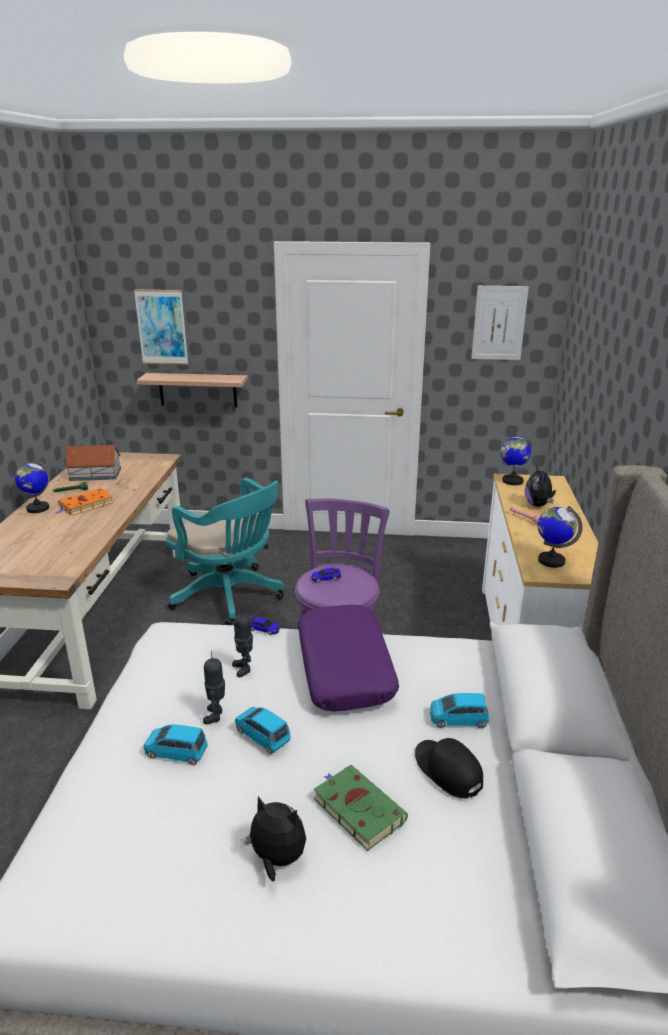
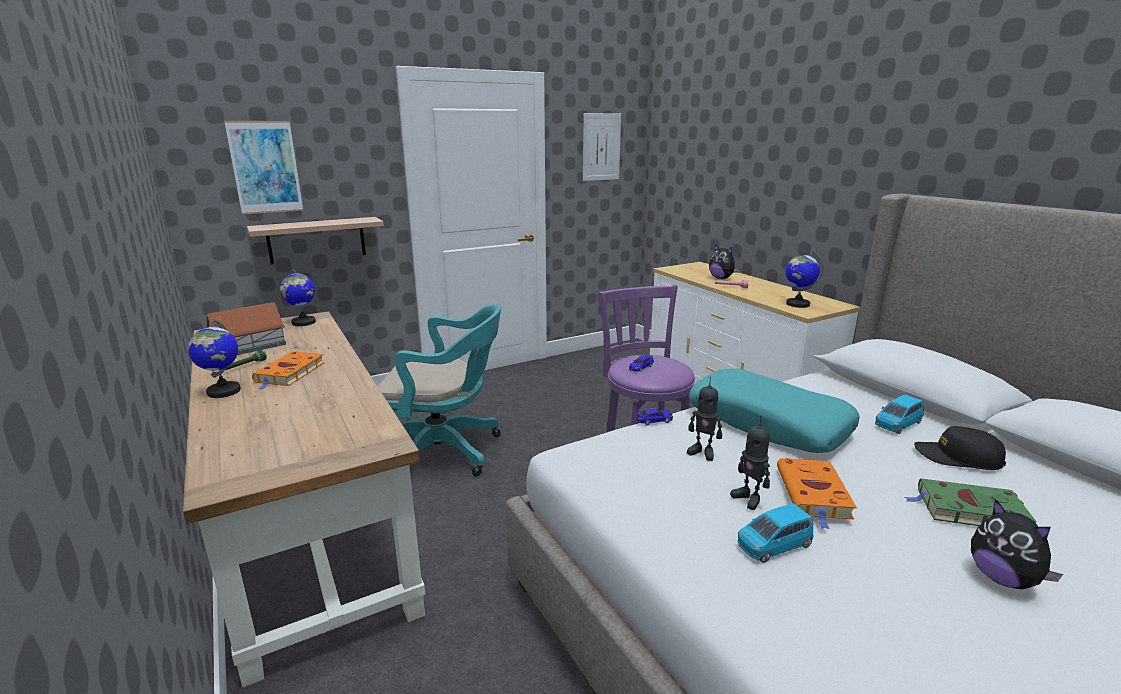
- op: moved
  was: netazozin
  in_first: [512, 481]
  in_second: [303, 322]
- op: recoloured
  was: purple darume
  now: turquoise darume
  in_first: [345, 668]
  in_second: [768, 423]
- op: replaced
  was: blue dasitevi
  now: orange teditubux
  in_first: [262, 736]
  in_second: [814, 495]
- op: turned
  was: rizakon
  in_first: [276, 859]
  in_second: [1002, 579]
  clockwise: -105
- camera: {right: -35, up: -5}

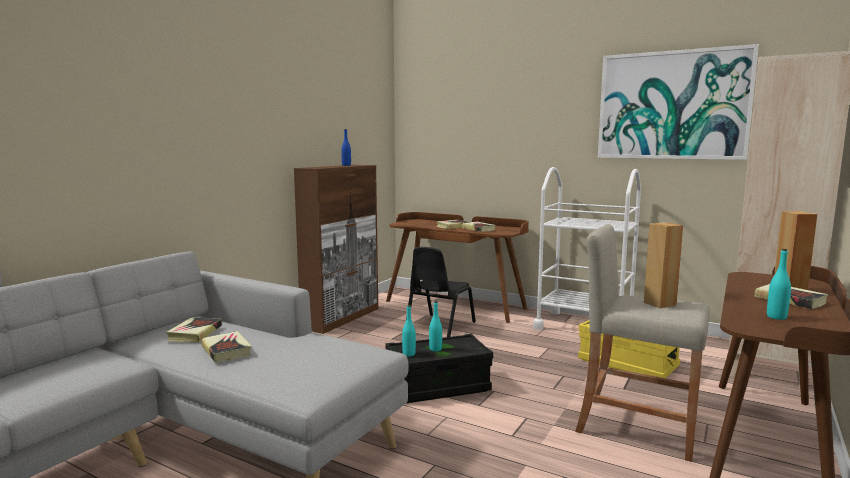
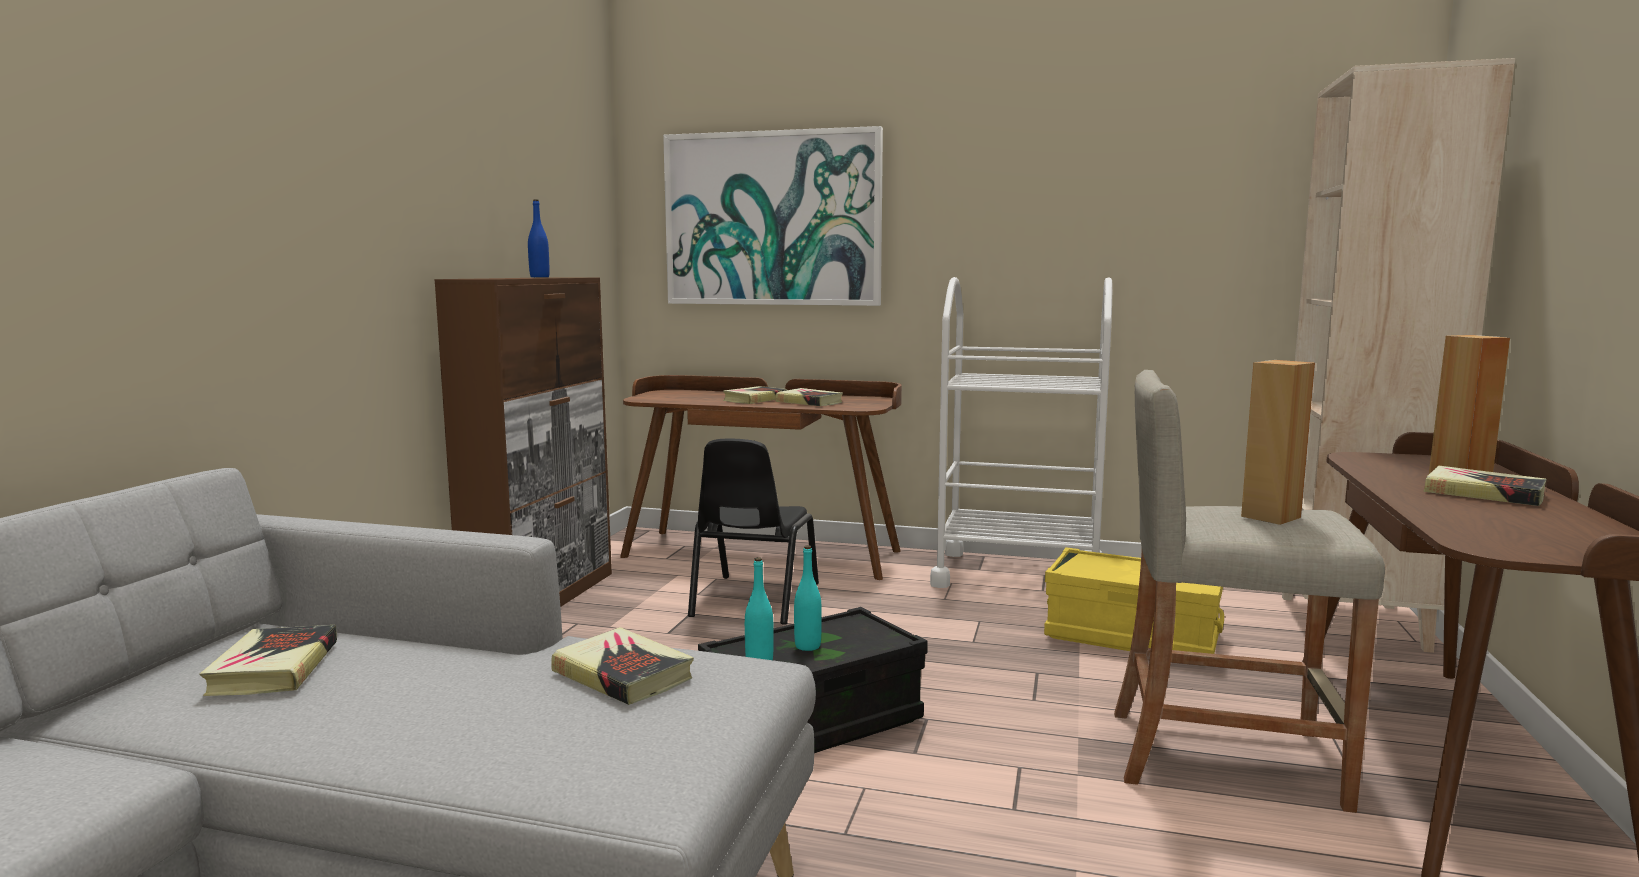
- op: moved
  was: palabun
  in_first: [672, 105]
  in_second: [772, 219]
- op: removed
  was: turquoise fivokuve
  in_first: [776, 317]
- op: moved
  was: teditubux
  in_first: [226, 351]
  in_second: [623, 675]
- camera: {right: -15, up: 0}

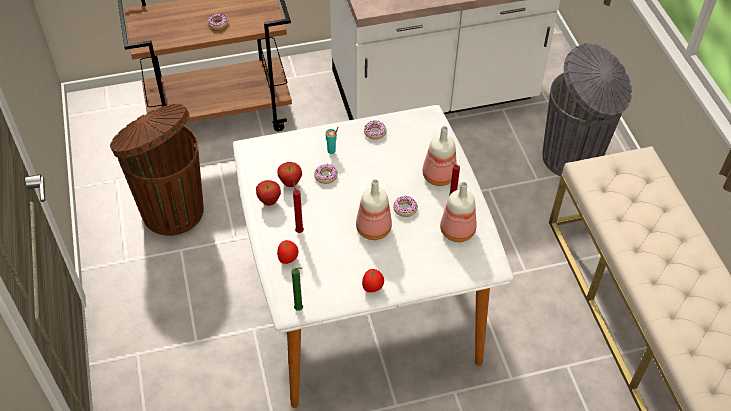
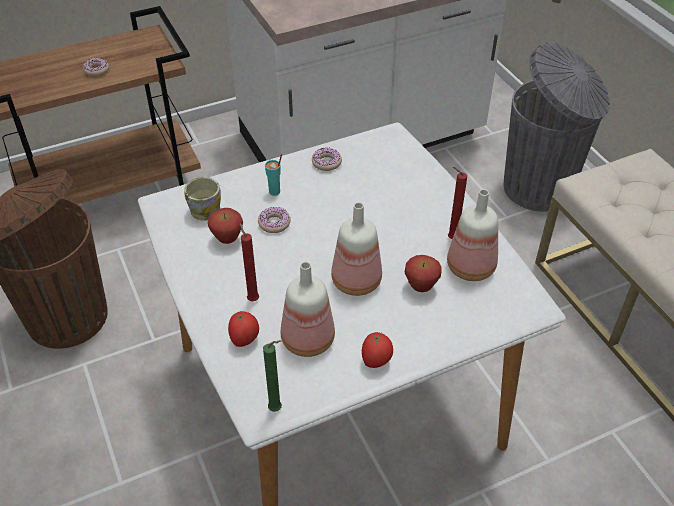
- op: moved
  was: fivokuve
  in_first: [437, 176]
  in_second: [306, 340]
- op: moved
  was: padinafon
  in_first: [269, 202]
  in_second: [421, 287]
- op: removed
  was: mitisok
  in_first: [405, 208]
- op: added
  now: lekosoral
  in_second: [203, 208]
- camera: {right: -10, up: -5}

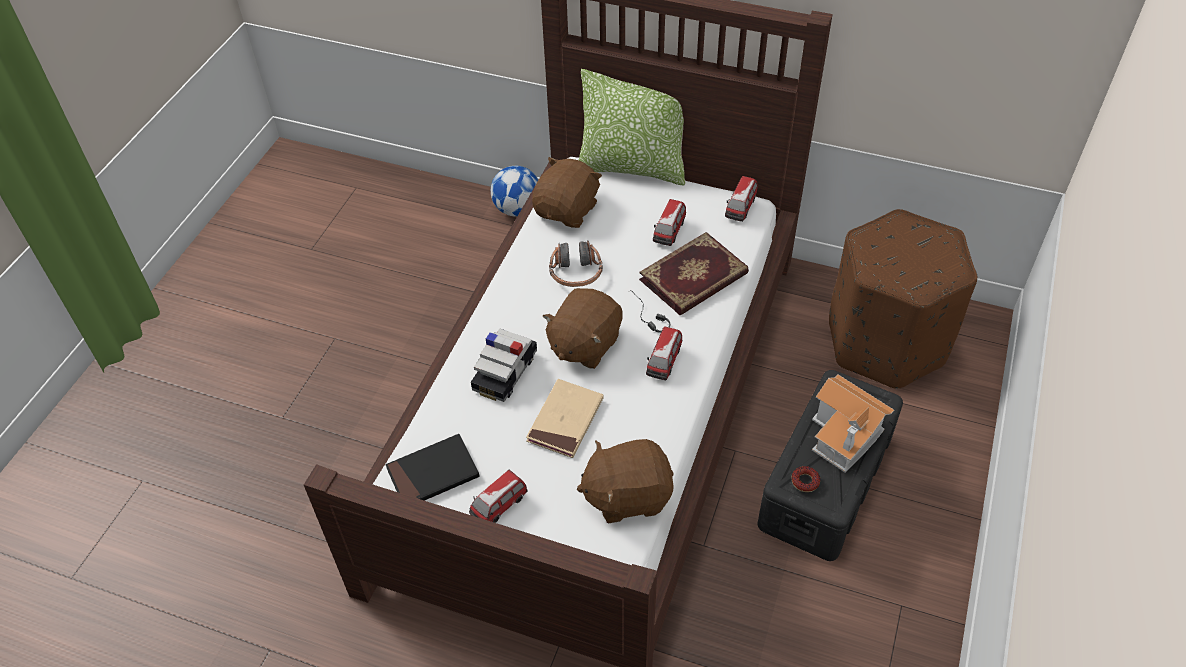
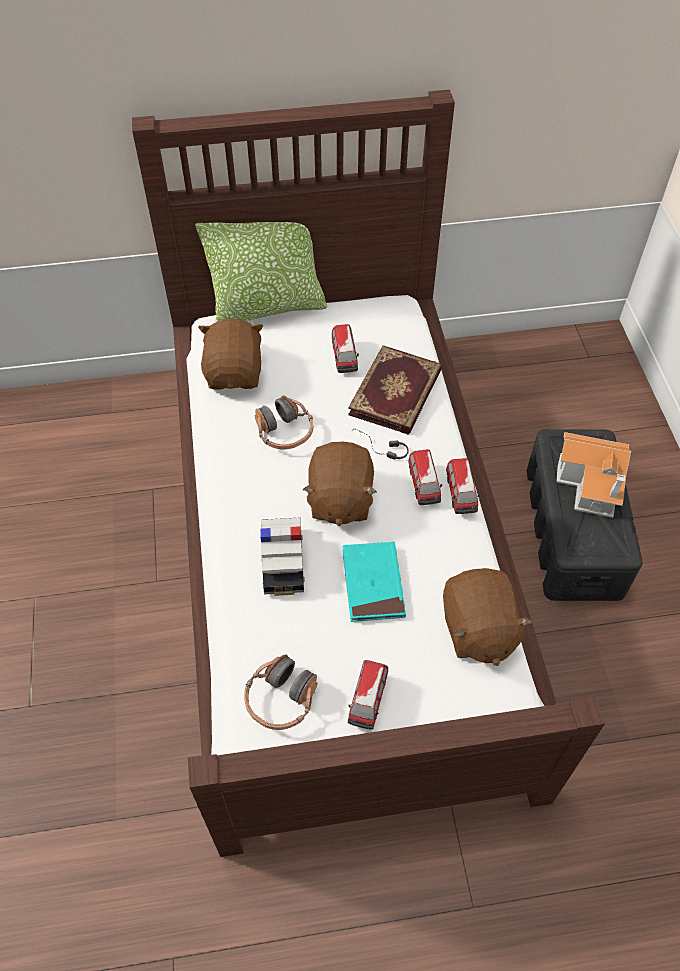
- op: removed
  was: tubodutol
  in_first: [517, 209]
- op: moved
  was: dasitevi
  in_first: [740, 208]
  in_second: [461, 494]
- op: removed
  was: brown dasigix
  in_first: [886, 342]
- op: recoloured
  was: beige teditubux
  now: turquoise teditubux
  in_first: [565, 421]
  in_second: [373, 583]
- op: replaced
  was: black teditubux
  now: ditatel
  in_first: [433, 474]
  in_second: [281, 699]
- op: turned
  was: brown rizakon
  in_first: [627, 495]
  in_second: [477, 629]
  clockwise: -60
- op: removed
  was: mitisok
  in_first: [805, 481]
- camera: {right: -30, up: 5}

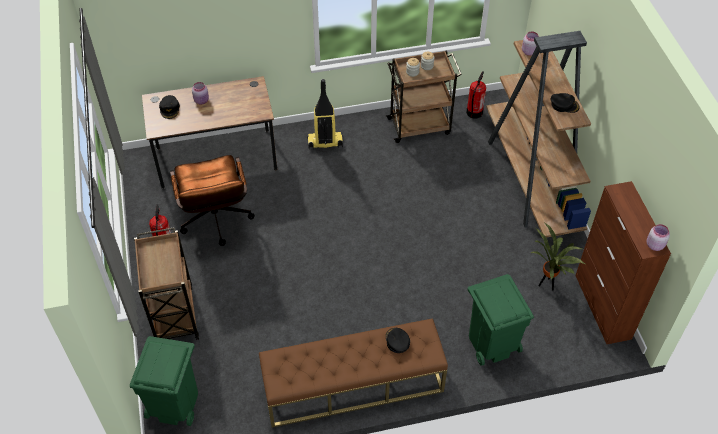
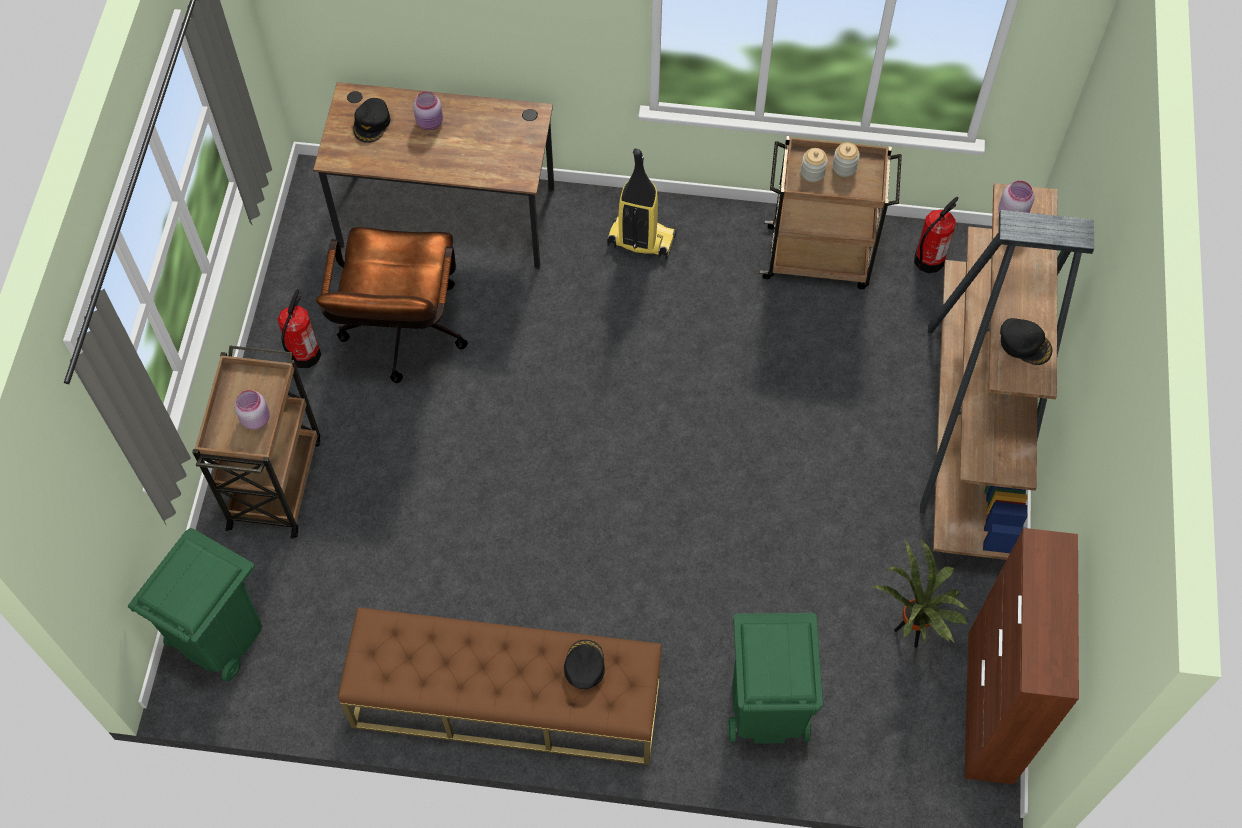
- op: moved
  was: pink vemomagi
  in_first: [654, 244]
  in_second: [256, 418]
- camera: {right: 20, up: 10}

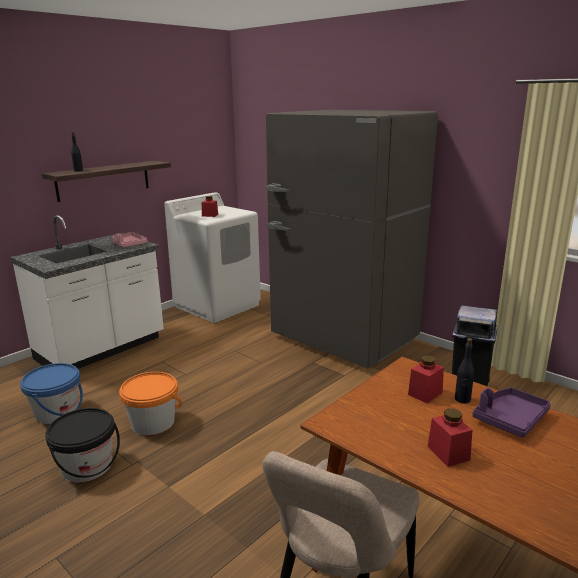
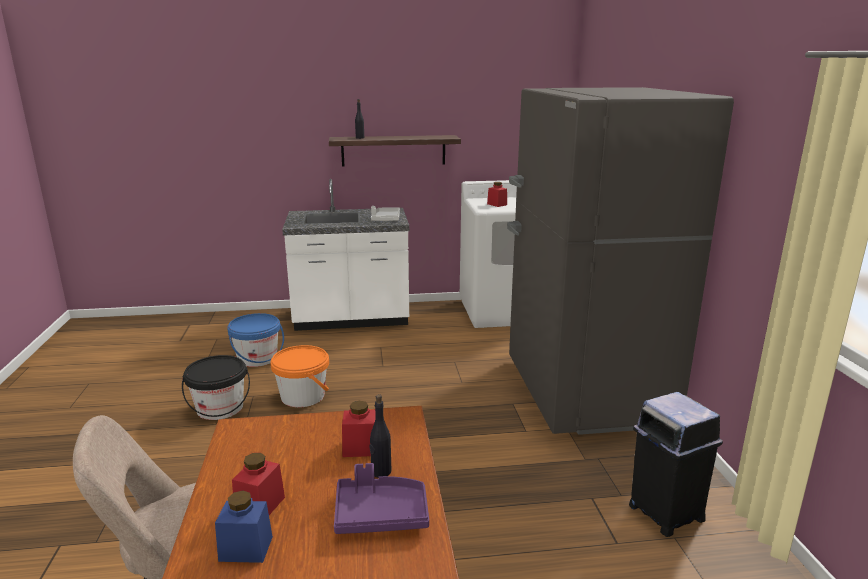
- op: recoloured
  was: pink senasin
  now: grey senasin
  in_first: [128, 244]
  in_second: [385, 219]
- op: added
  now: blue vemomagi
  in_second: [246, 549]
- camera: {right: 40, up: 0}

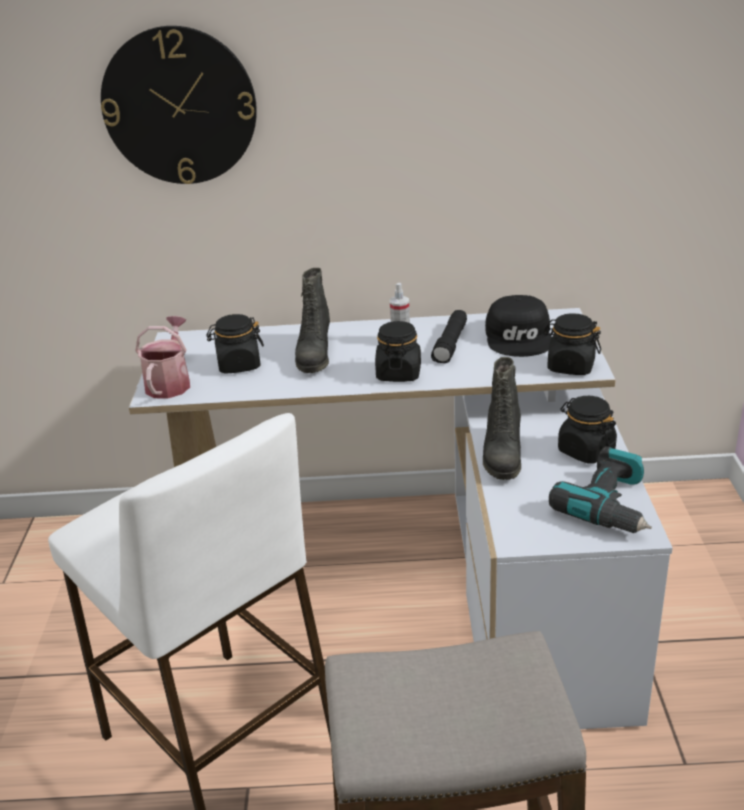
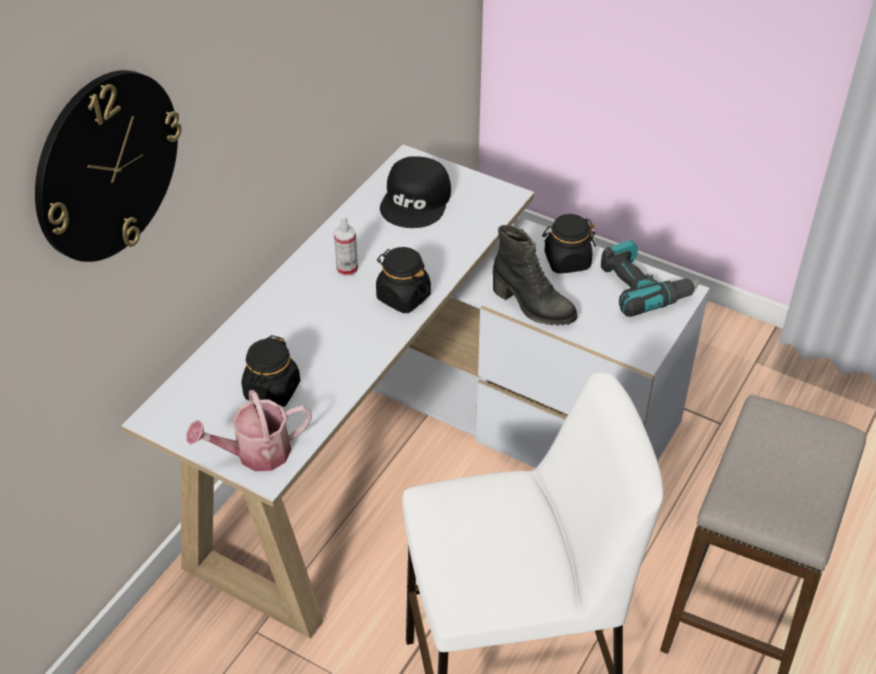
- op: removed
  was: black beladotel
  in_first: [314, 356]
- op: turned
  was: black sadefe
  in_first: [520, 337]
  in_second: [417, 201]
  clockwise: 75
- op: removed
  was: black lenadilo
  in_first: [451, 345]
- op: removed
  was: black vemomagi
  in_first: [570, 366]
- op: turned
  was: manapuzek
  in_first: [170, 383]
  in_second: [255, 453]
  clockwise: -60
- camera: {right: -60, up: 15}

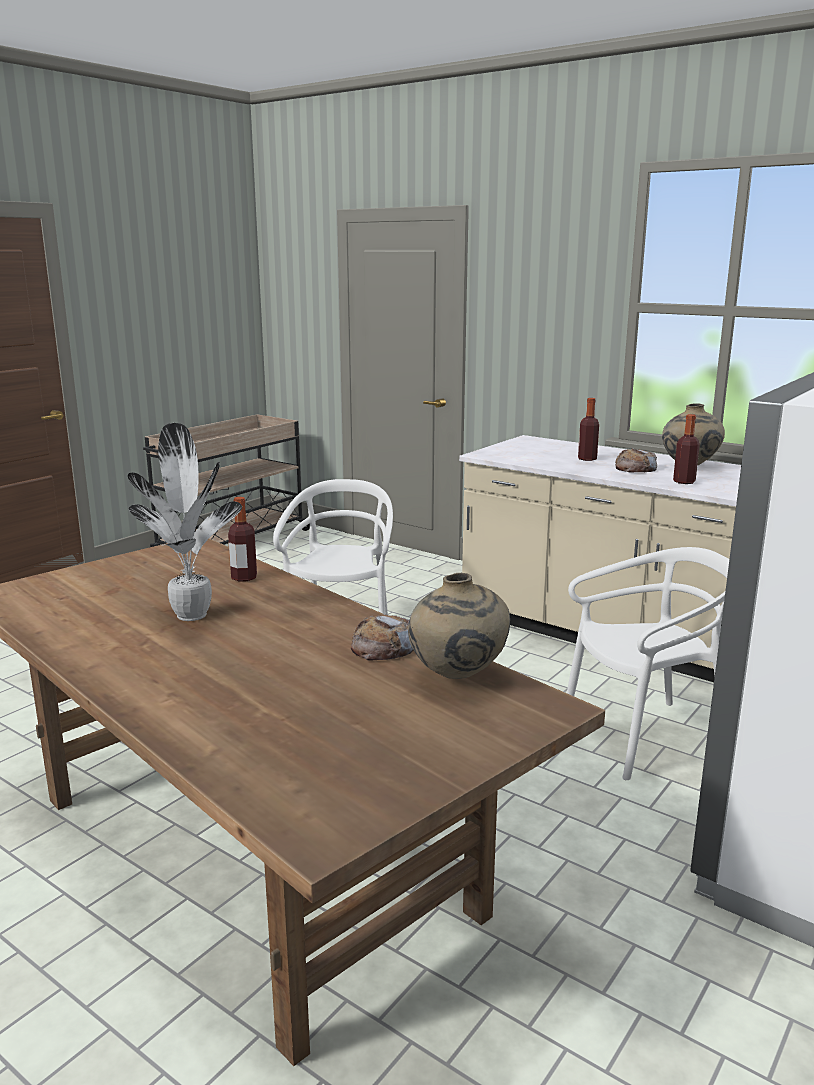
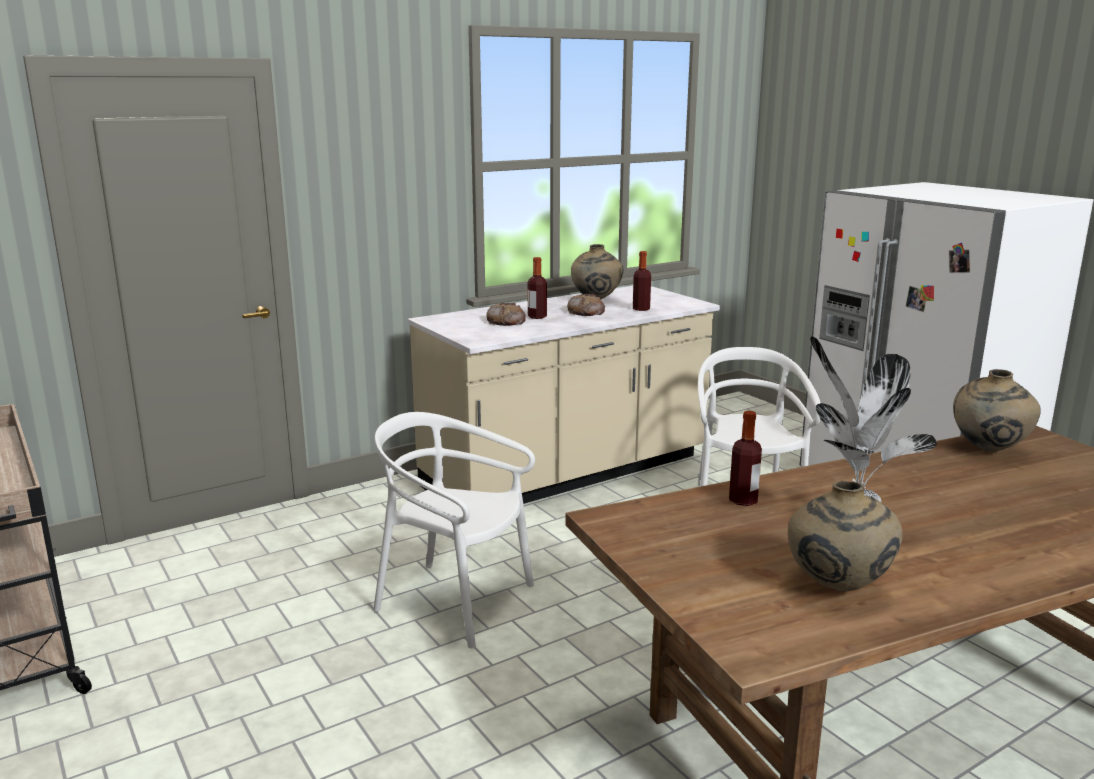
- op: moved
  was: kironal
  in_first: [383, 647]
  in_second: [506, 321]
- op: added
  now: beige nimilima
  in_second: [836, 589]
- camera: {right: -70, up: 0}

